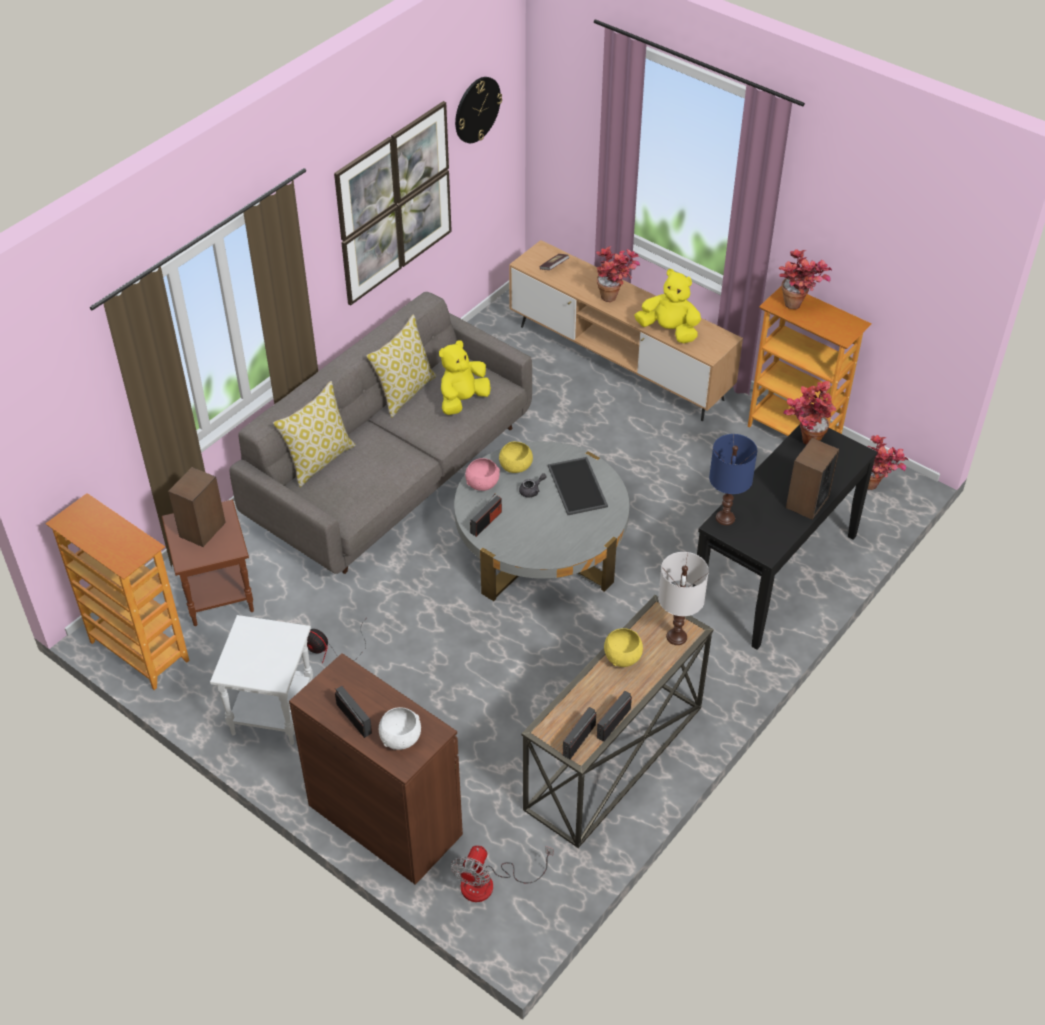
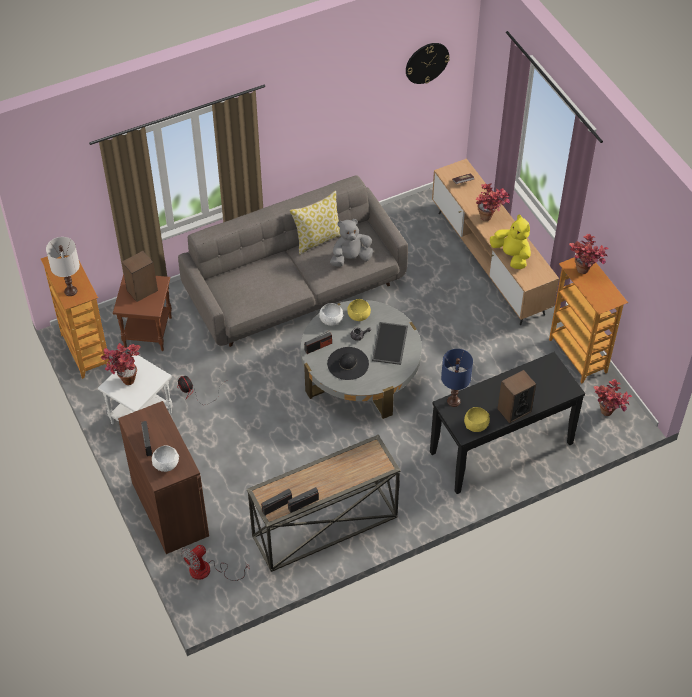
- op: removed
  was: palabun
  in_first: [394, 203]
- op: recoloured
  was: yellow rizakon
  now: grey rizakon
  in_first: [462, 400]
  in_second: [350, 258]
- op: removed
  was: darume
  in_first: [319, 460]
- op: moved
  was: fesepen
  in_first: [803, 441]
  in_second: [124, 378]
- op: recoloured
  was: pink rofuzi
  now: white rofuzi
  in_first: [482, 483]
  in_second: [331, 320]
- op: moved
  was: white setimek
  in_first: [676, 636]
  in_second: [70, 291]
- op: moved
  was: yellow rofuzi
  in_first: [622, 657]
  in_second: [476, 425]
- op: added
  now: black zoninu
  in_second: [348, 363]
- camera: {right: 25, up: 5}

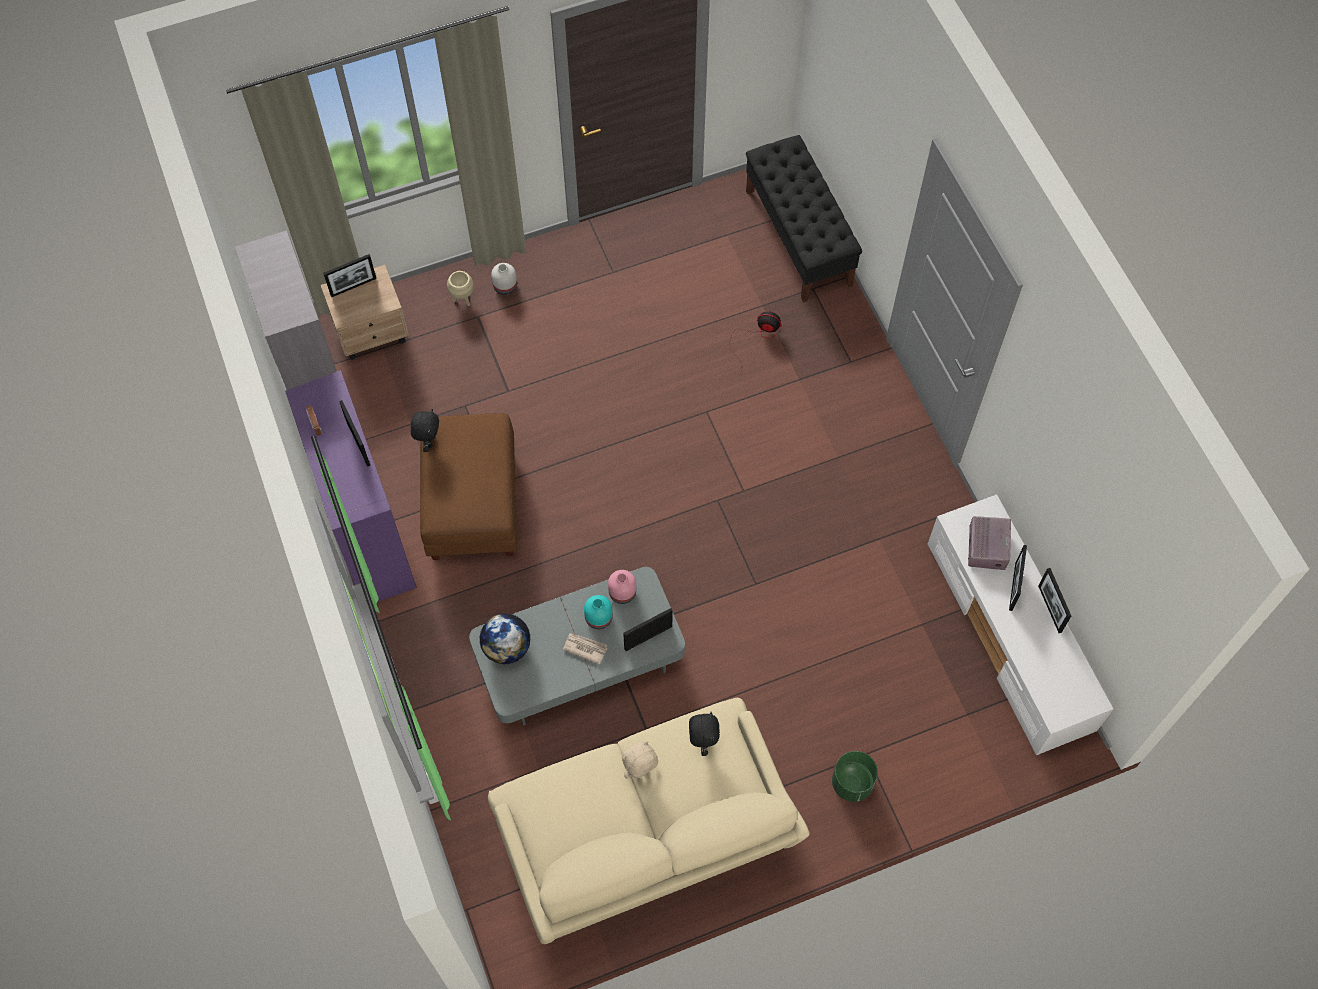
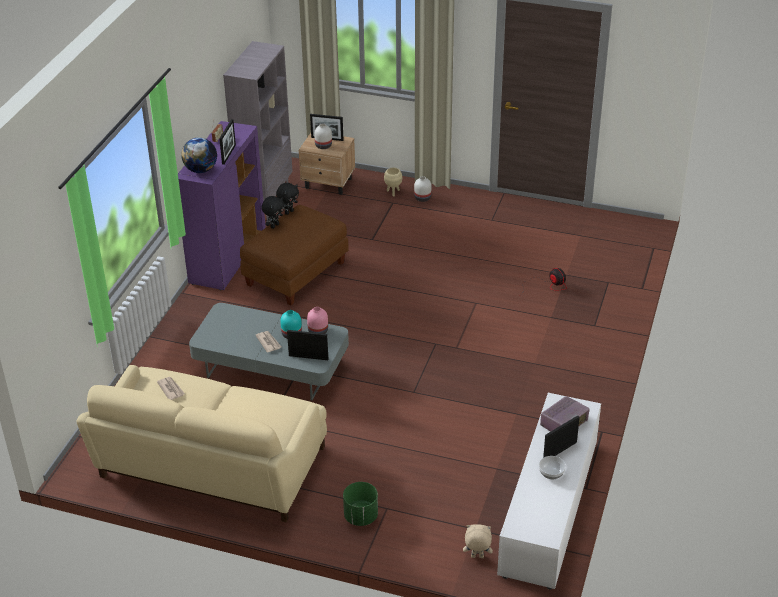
- op: removed
  was: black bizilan
  in_first: [798, 238]
- op: removed
  was: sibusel
  in_first: [1049, 609]
- op: moved
  was: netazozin
  in_first: [506, 648]
  in_second: [200, 170]
- op: moved
  was: black rizakon
  in_first: [702, 741]
  in_second: [274, 225]
- op: moved
  was: beige rizakon
  in_first: [640, 771]
  in_second: [477, 557]
- op: added
  now: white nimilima
  in_second: [323, 146]
- op: added
  now: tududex
  in_second: [171, 389]
- op: added
  now: rofuzi
  in_second: [551, 473]
- camera: {right: 40, up: -25}

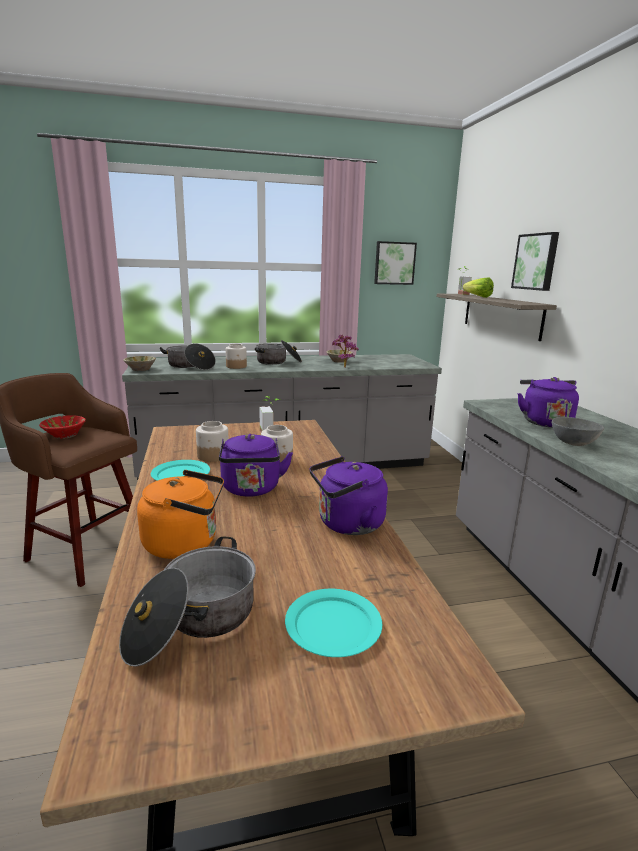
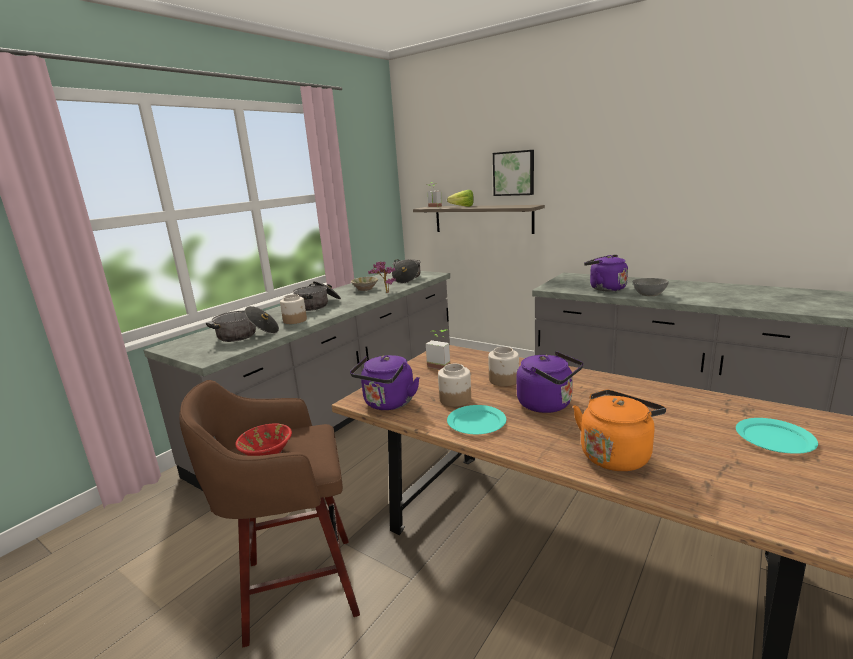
- op: removed
  was: palabun
  in_first: [394, 263]
- op: removed
  was: beige rofuzi
  in_first: [140, 369]
- op: moved
  was: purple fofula
  in_first: [347, 524]
  in_second: [388, 404]
- op: moved
  was: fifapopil
  in_first: [192, 622]
  in_second: [407, 278]
- camera: {right: -40, up: 0}

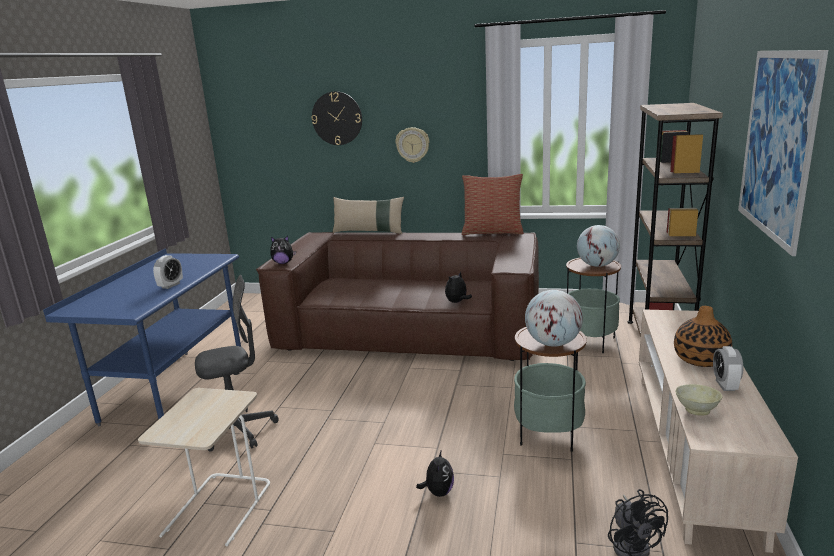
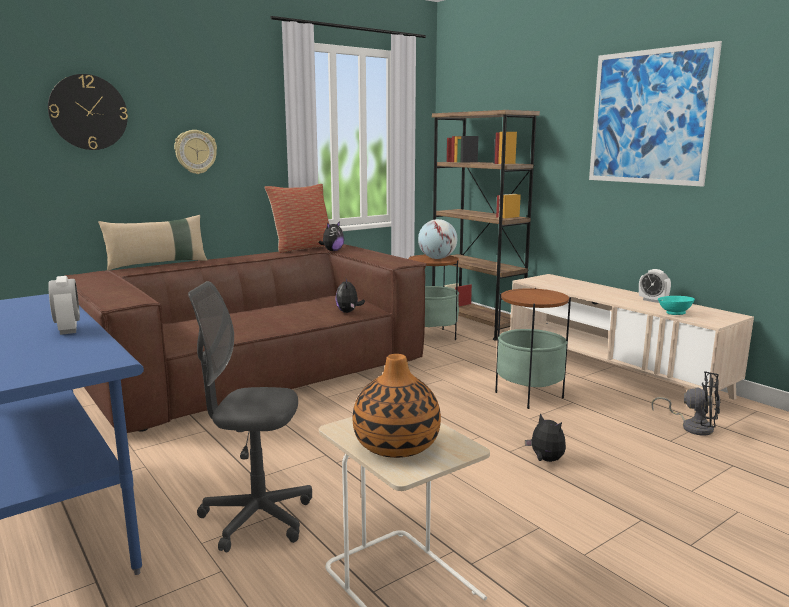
- op: moved
  was: rizakon
  in_first: [283, 263]
  in_second: [332, 251]
- op: turned
  was: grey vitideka
  in_first: [239, 431]
  in_second: [257, 518]
  clockwise: -105
- op: removed
  was: netazozin
  in_first: [552, 343]
- op: moved
  was: nimilima
  in_first: [700, 359]
  in_second: [396, 445]
- op: recoloured
  was: beige rofuzi
  now: turquoise rofuzi
  in_first: [697, 410]
  in_second: [674, 313]
- camera: {right: -50, up: -5}

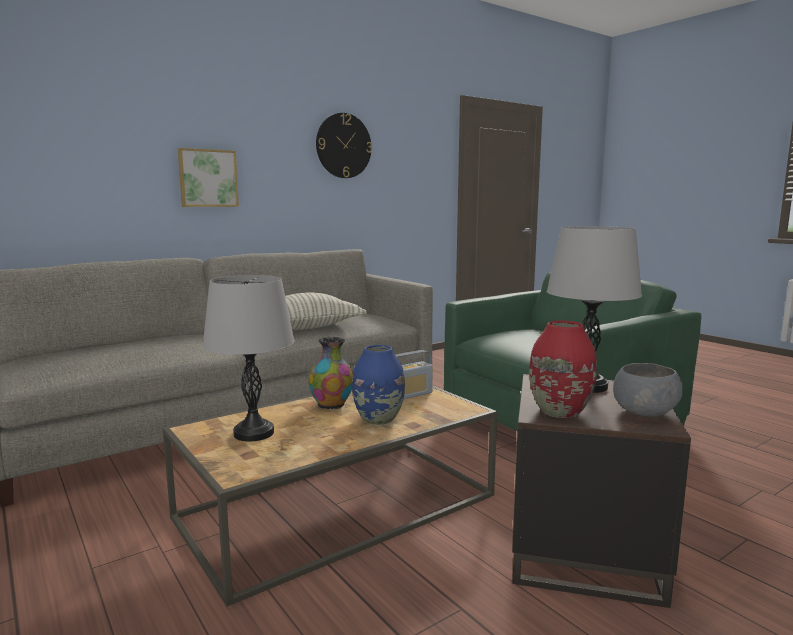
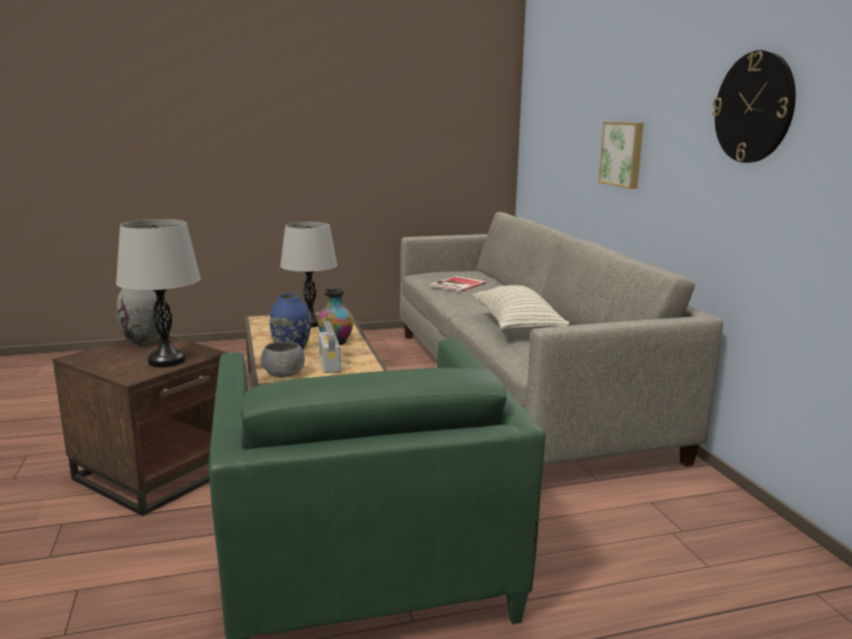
- op: recoloured
  was: red nimilima
  now: grey nimilima
  in_first: [559, 411]
  in_second: [145, 341]
- op: moved
  was: grey rofuzi
  in_first: [643, 412]
  in_second: [284, 375]
- op: added
  now: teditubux
  in_second: [456, 284]
- camera: {right: 110, up: 5}

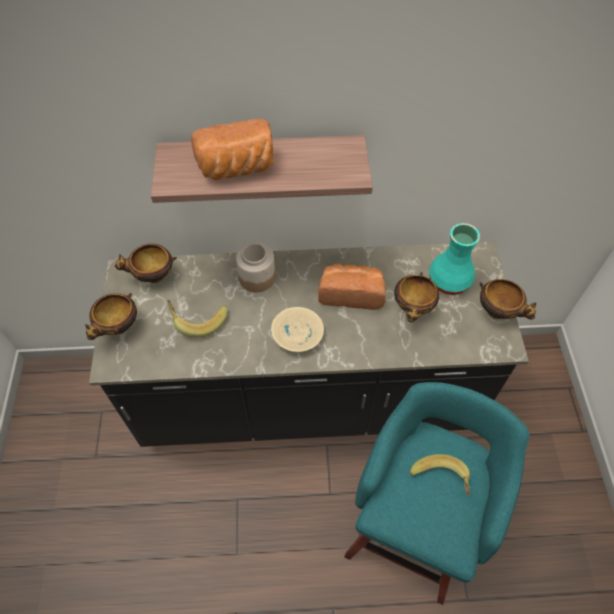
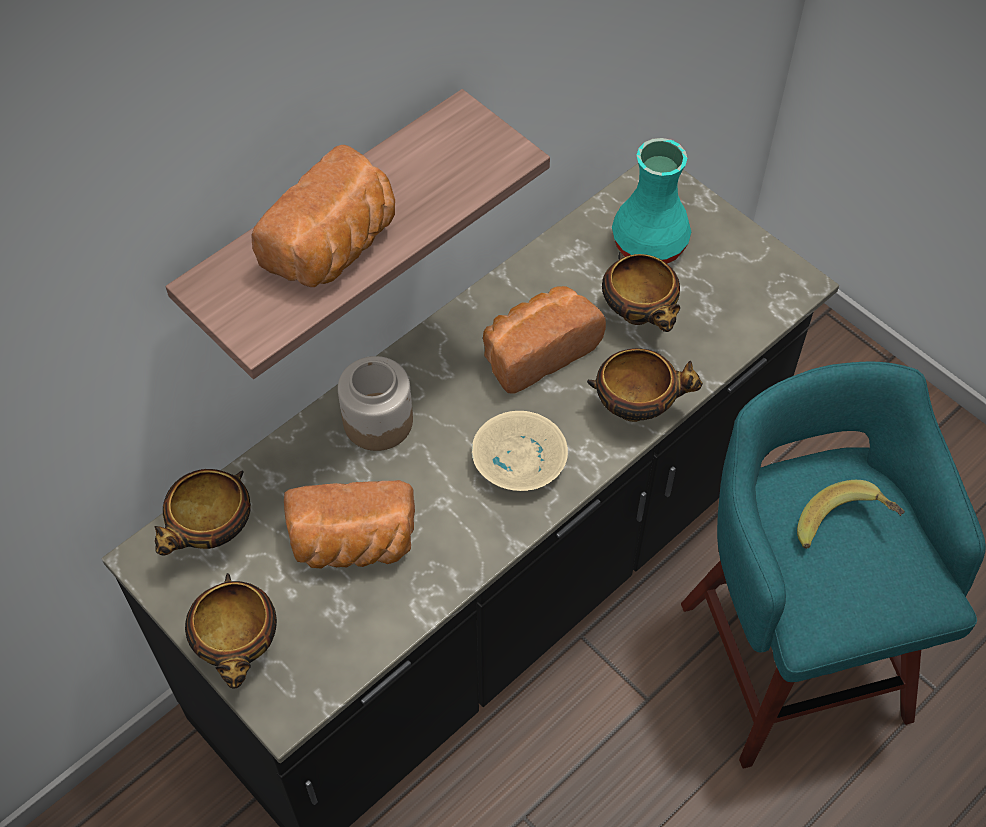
- op: moved
  was: rofuzi
  in_first: [498, 312]
  in_second: [637, 407]
- op: replaced
  was: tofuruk
  now: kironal
  in_first: [198, 320]
  in_second: [353, 545]
- camera: {right: -40, up: 0}

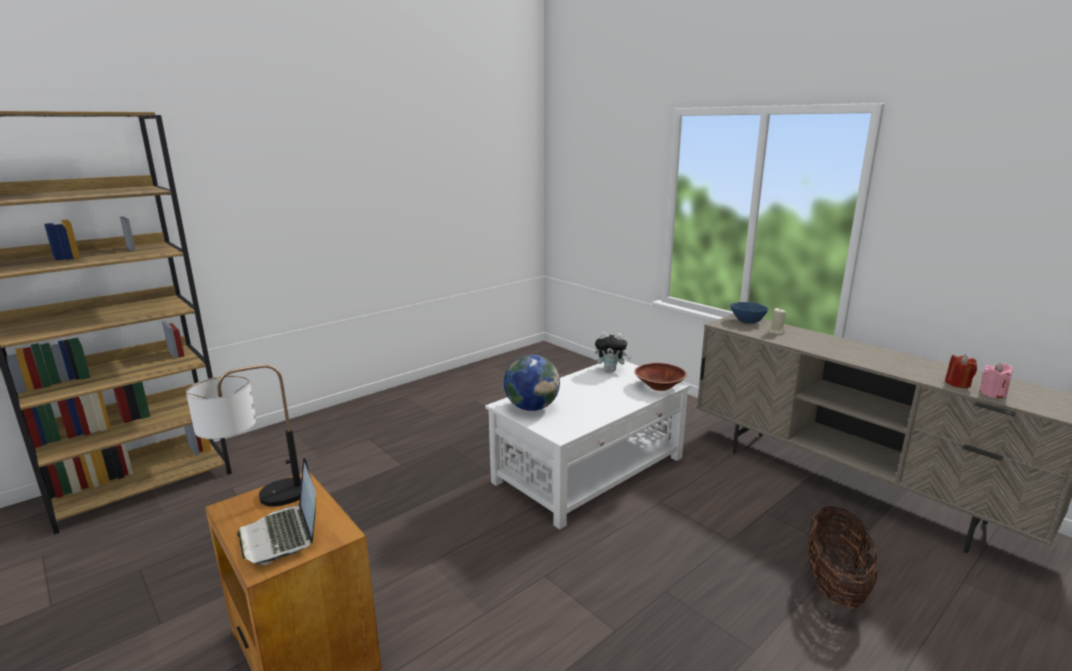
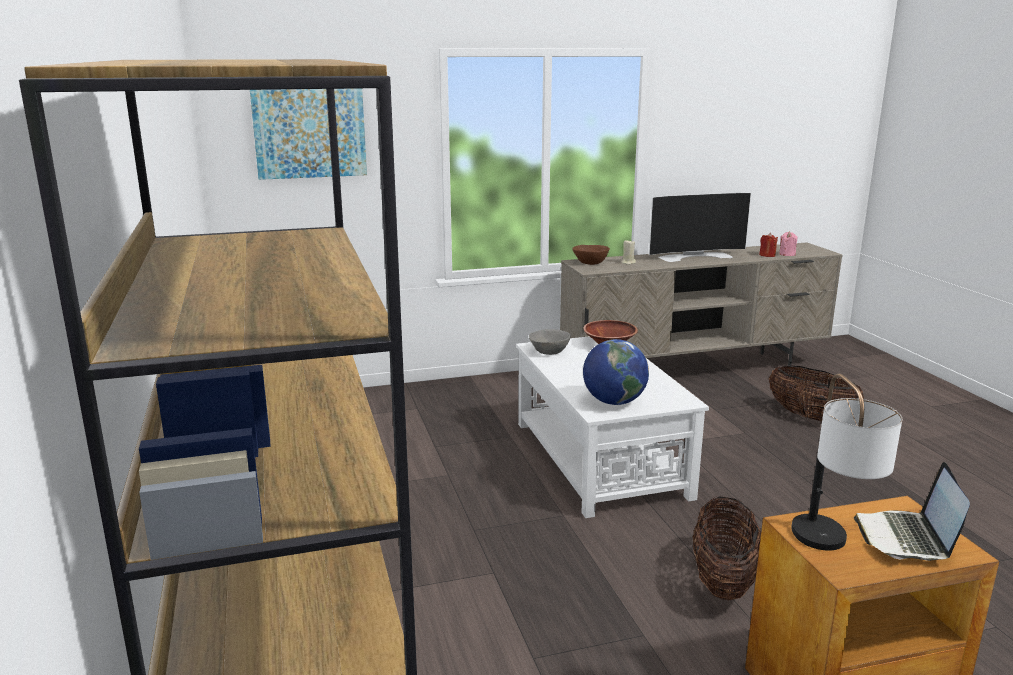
- op: recoloured
  was: blue rofuzi
  now: brown rofuzi
  in_first: [747, 321]
  in_second: [591, 263]
- op: replaced
  was: rizakon
  now: grey rofuzi
  in_first: [611, 370]
  in_second: [549, 351]
- op: turned
  was: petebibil
  in_first: [283, 535]
  in_second: [906, 538]
  clockwise: 105
- op: added
  now: palabun
  in_second: [309, 122]
- op: added
  now: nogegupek
  in_second: [694, 256]
- op: added
  now: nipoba
  in_second: [722, 580]
- camera: {right: -65, up: 0}

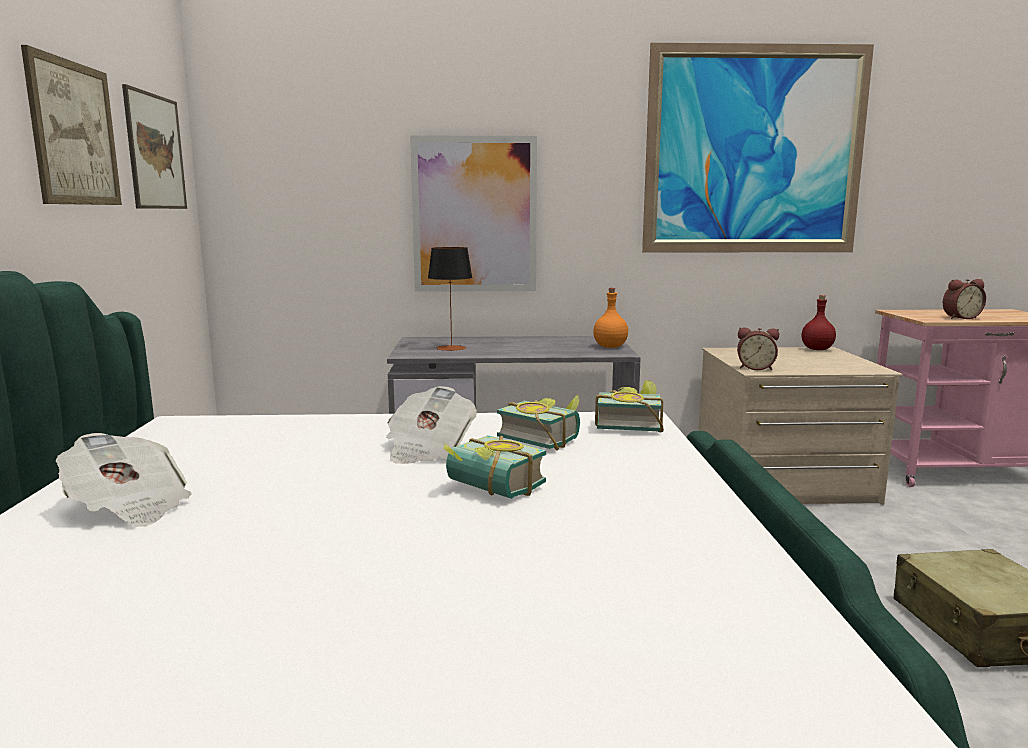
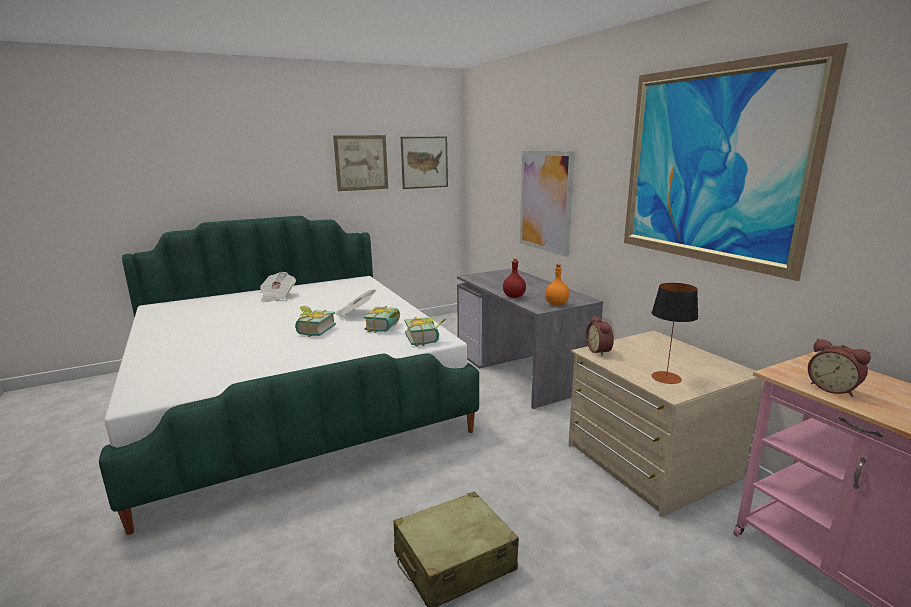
- op: moved
  was: setimek
  in_first: [451, 348]
  in_second: [666, 378]
- op: moved
  was: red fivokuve
  in_first: [817, 349]
  in_second: [514, 296]
- camera: {right: 65, up: 5}

